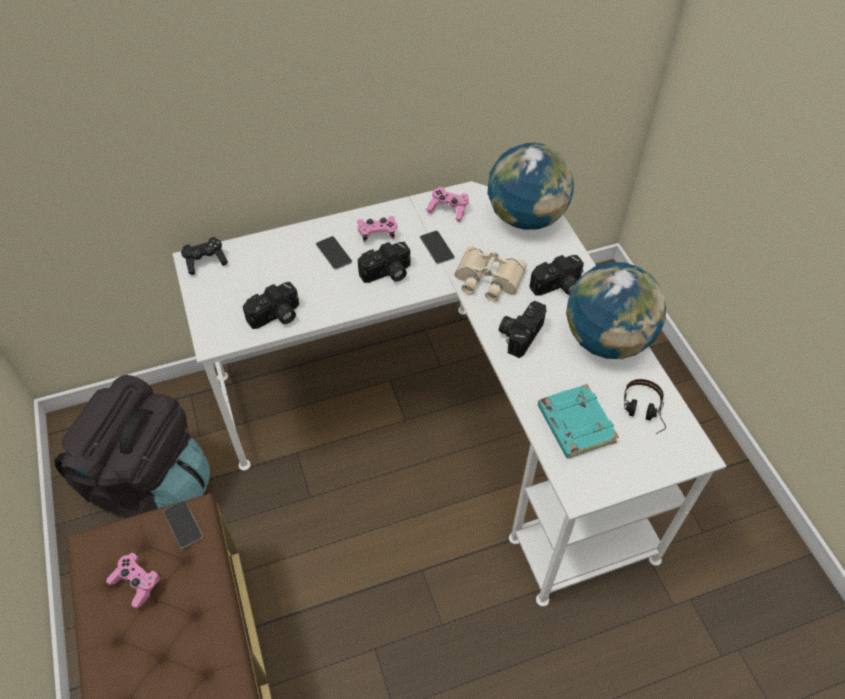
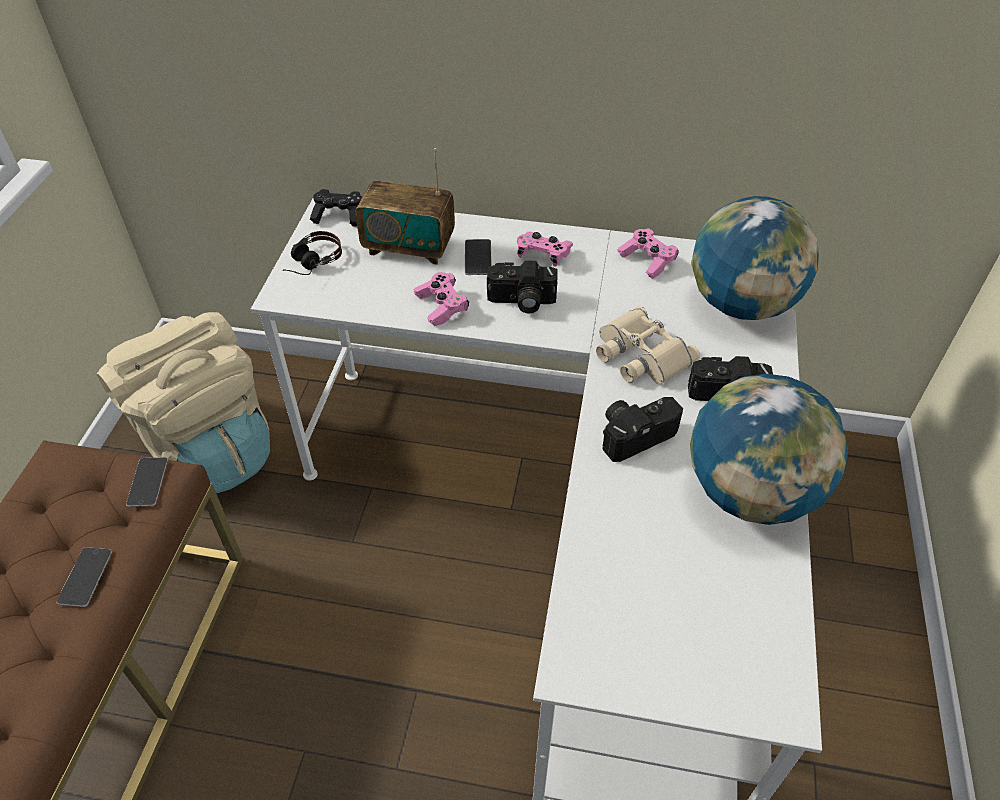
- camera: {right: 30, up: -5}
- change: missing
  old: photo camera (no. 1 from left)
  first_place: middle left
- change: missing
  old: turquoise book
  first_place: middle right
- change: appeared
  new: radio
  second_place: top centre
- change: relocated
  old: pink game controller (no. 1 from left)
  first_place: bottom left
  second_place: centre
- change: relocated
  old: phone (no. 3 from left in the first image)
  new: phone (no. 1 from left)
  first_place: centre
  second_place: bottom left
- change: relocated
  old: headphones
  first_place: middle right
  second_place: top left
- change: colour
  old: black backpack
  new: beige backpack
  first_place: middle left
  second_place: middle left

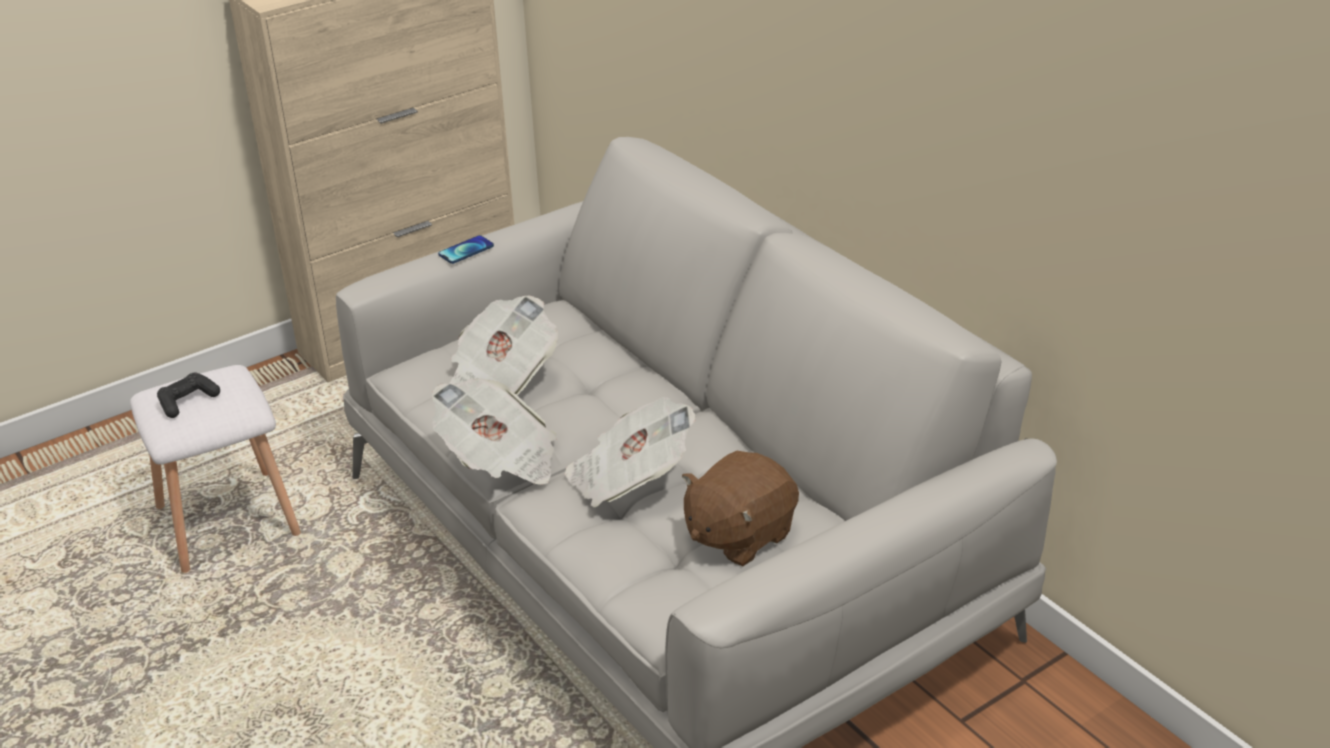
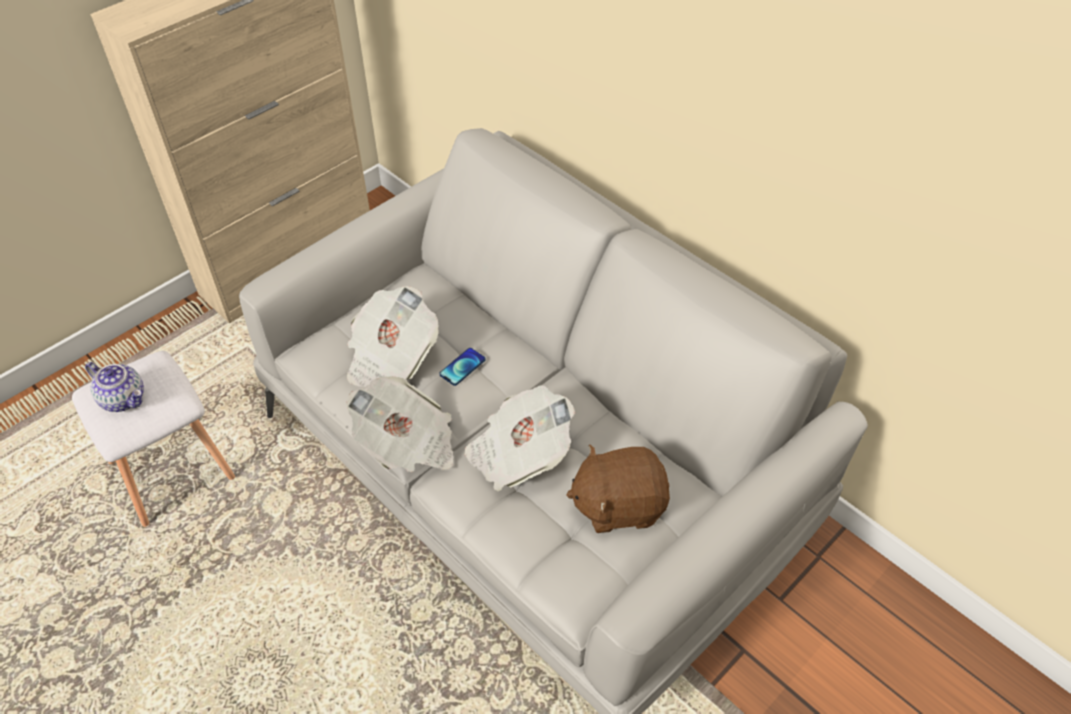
- camera: {right: -10, up: 15}
- change: relocated
  old: phone
  first_place: top centre
  second_place: centre
- change: exchanged
  old: black game controller
  new: teapot
  first_place: middle left
  second_place: middle left
- change: spun
  old: brown plush toy
  first_place: bottom centre
  second_place: bottom centre
  degrees: 45

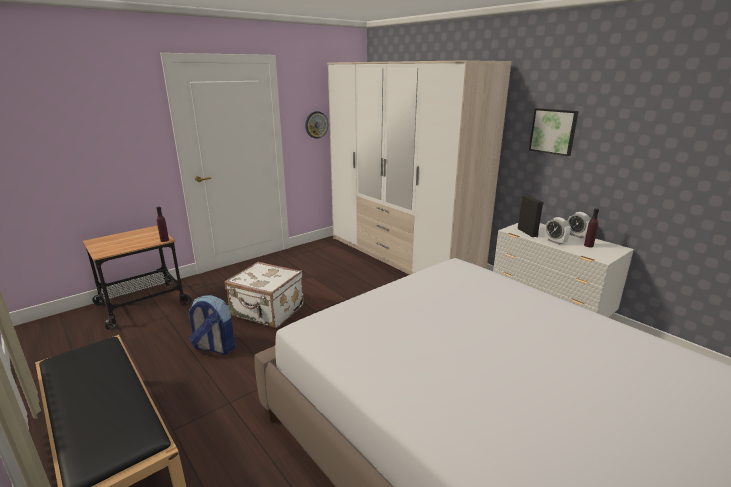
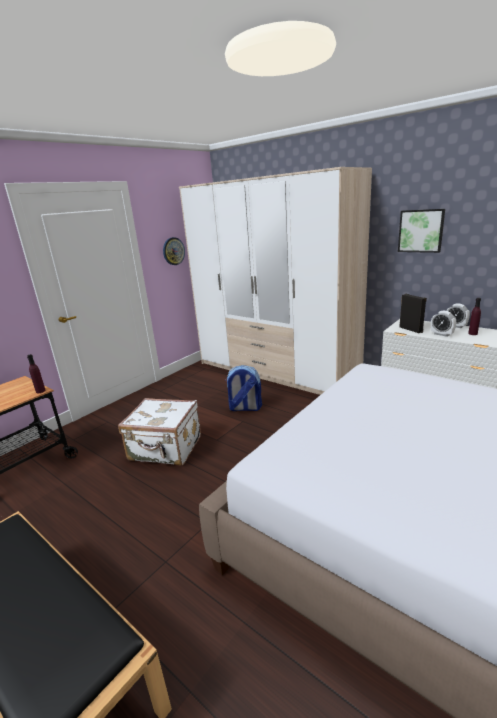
- camera: {right: -10, up: 0}
- change: relocated
  old: backpack
  first_place: bottom left
  second_place: centre

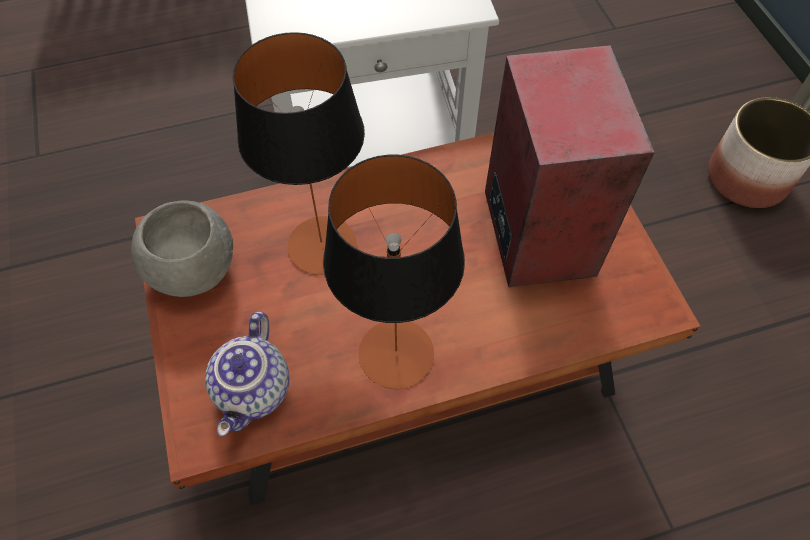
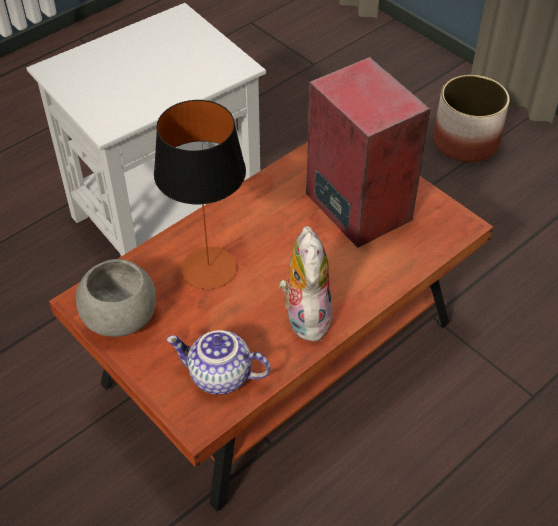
- camera: {right: -25, up: -10}
- change: exchanged
  old: table lamp (no. 2 from left)
  new: plush toy
  first_place: centre
  second_place: centre
- change: spun
  old: teapot
  first_place: bottom left
  second_place: bottom centre
  degrees: 120

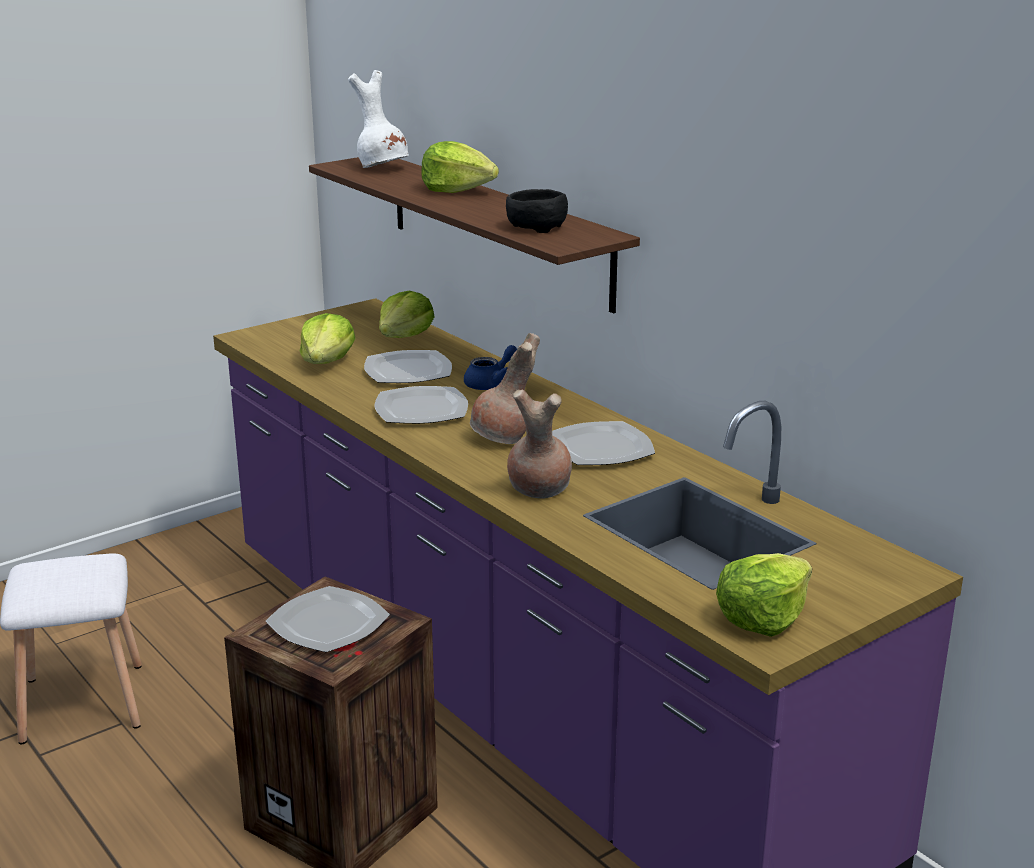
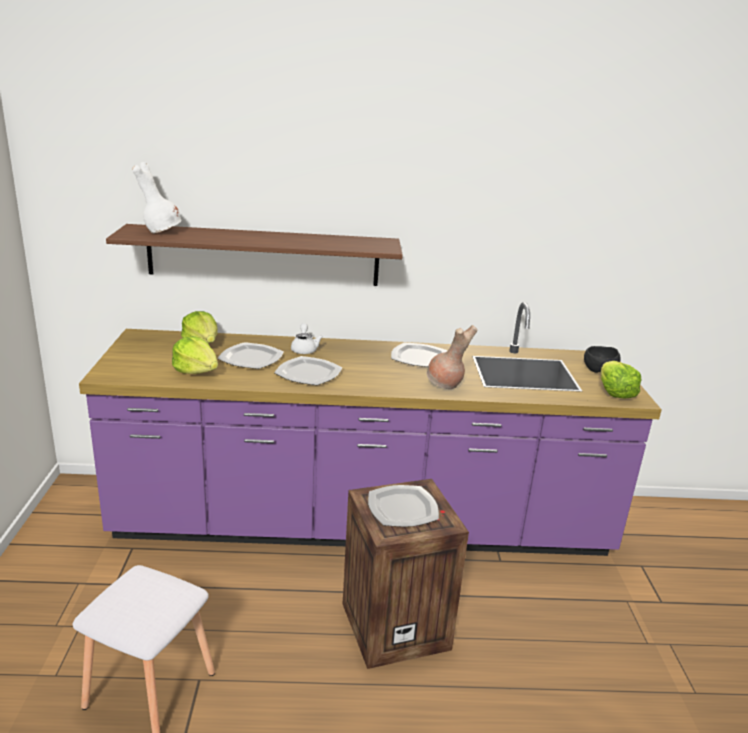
- camera: {right: -55, up: 0}
- change: missing
  old: lettuce (no. 3 from left)
  first_place: top centre
- change: missing
  old: brown vase (no. 1 from left)
  first_place: centre
- change: relocated
  old: black bowl
  first_place: top centre
  second_place: middle right
- change: colour
  old: blue teapot
  new: white teapot
  first_place: centre
  second_place: centre

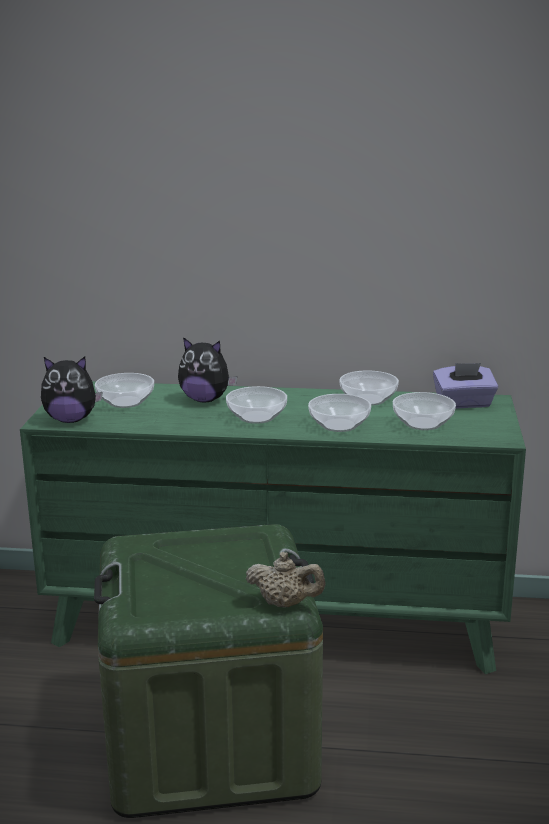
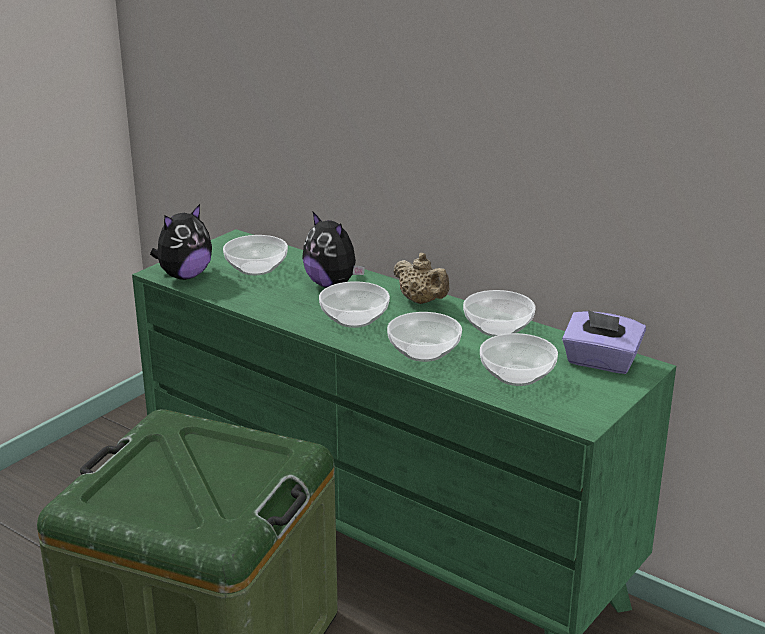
- camera: {right: 30, up: 5}
- change: relocated
  old: beige teapot
  first_place: bottom centre
  second_place: centre
- change: spun
  old: plush toy (no. 1 from left)
  first_place: middle left
  second_place: middle left
  degrees: -75

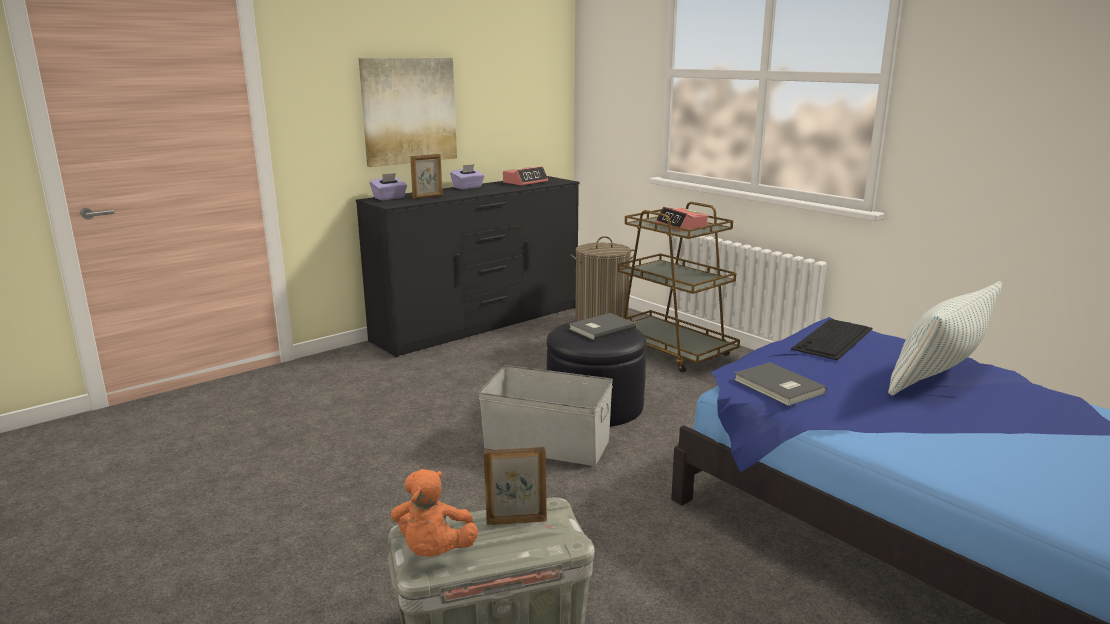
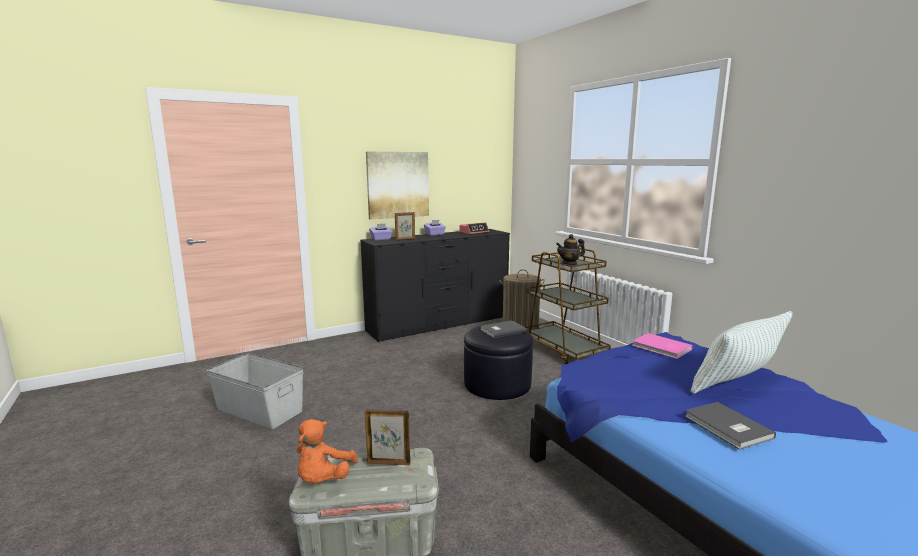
- camera: {right: 10, up: -5}
- change: relocated
  old: grey storage box (no. 2 from left in the first image)
  new: grey storage box (no. 1 from left)
  first_place: centre
  second_place: bottom left
- change: relocated
  old: grey book (no. 2 from left)
  first_place: middle right
  second_place: bottom right
- change: exchanged
  old: alarm clock (no. 2 from left)
  new: teapot
  first_place: centre
  second_place: centre
- change: exchanged
  old: keyboard
  new: pink book
  first_place: middle right
  second_place: middle right

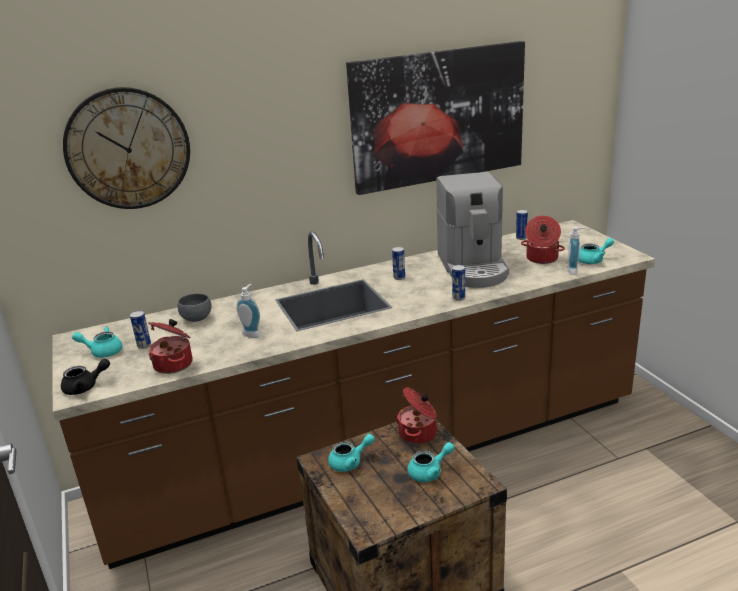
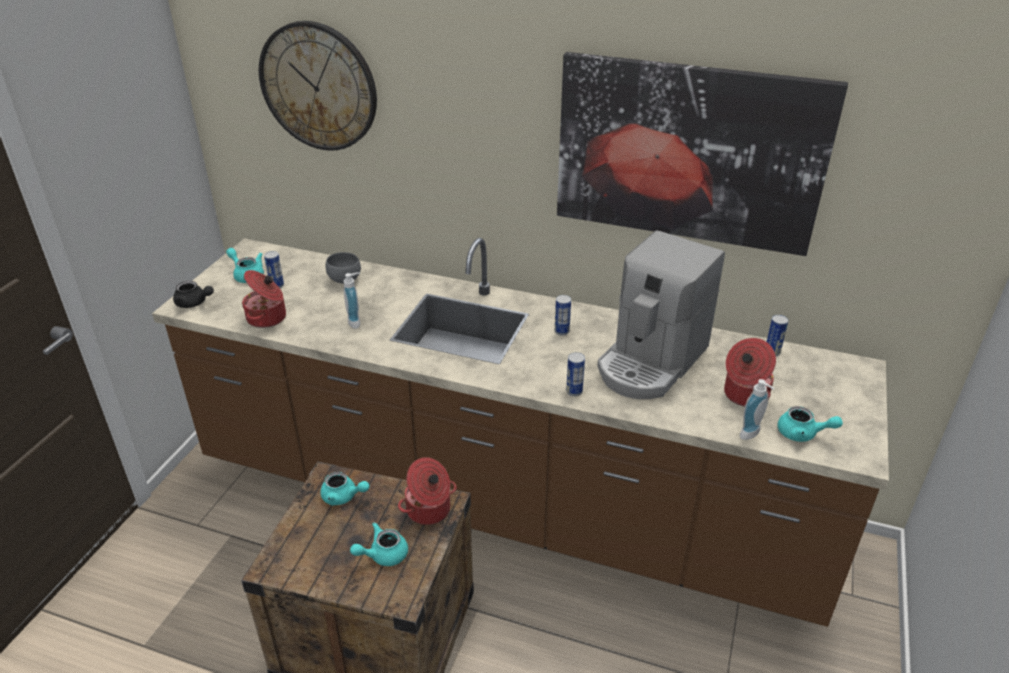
- camera: {right: 40, up: 10}
- change: spun
  old: turquoise teapot (no. 3 from left)
  first_place: bottom centre
  second_place: bottom centre
  degrees: 135

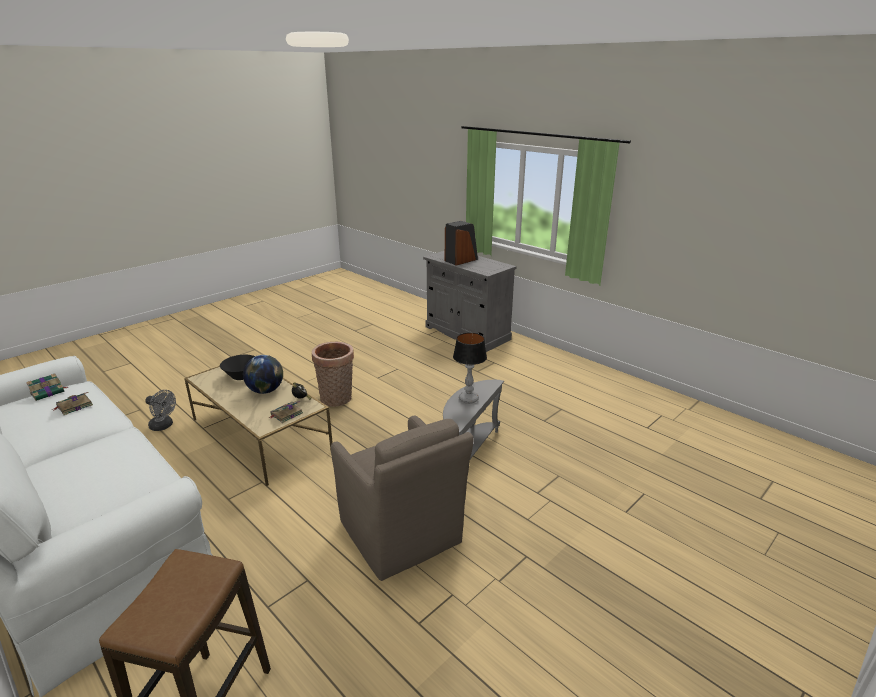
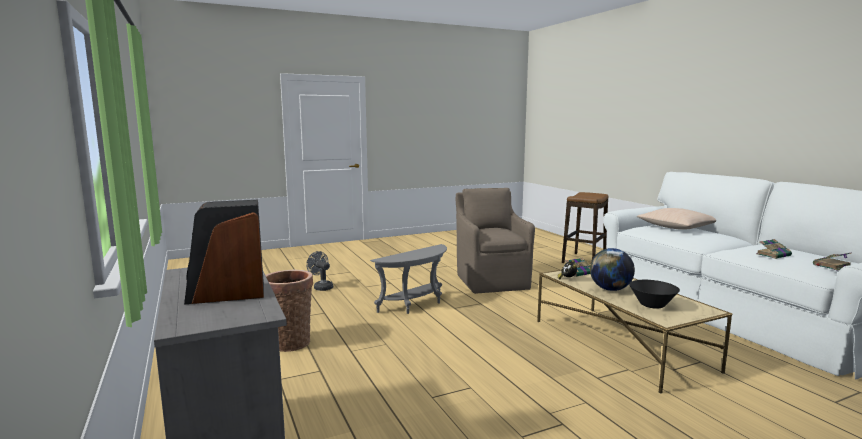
- camera: {right: -160, up: -15}
- change: missing
  old: table lamp
  first_place: centre
- change: appeared
  new: beige pillow
  second_place: middle right
- change: relocated
  old: grey fan
  first_place: middle left
  second_place: centre
- change: relocated
  old: basket
  first_place: centre
  second_place: bottom centre

